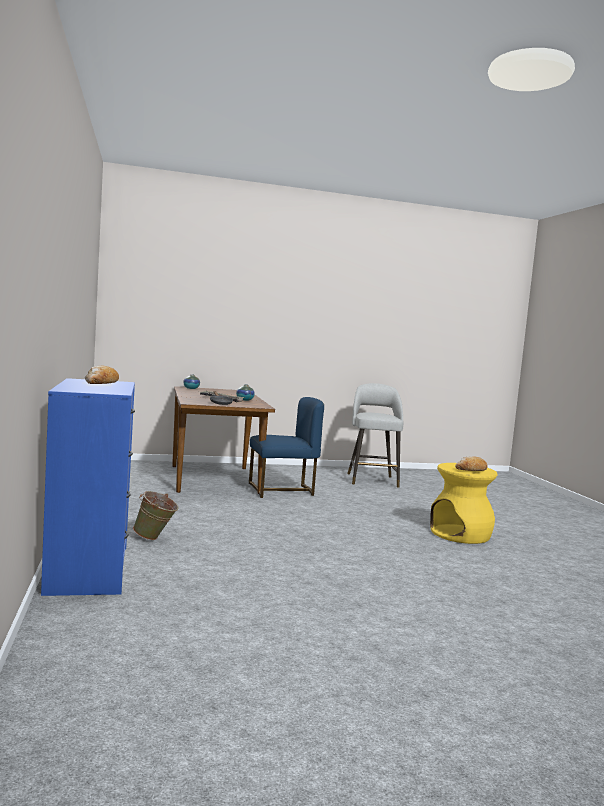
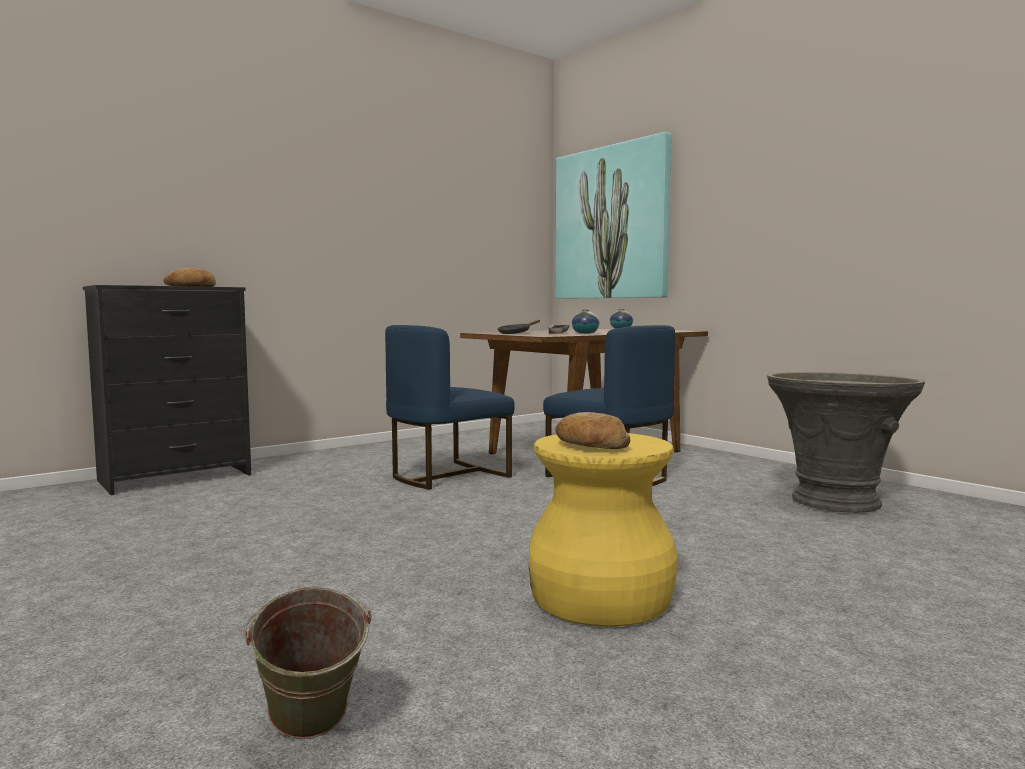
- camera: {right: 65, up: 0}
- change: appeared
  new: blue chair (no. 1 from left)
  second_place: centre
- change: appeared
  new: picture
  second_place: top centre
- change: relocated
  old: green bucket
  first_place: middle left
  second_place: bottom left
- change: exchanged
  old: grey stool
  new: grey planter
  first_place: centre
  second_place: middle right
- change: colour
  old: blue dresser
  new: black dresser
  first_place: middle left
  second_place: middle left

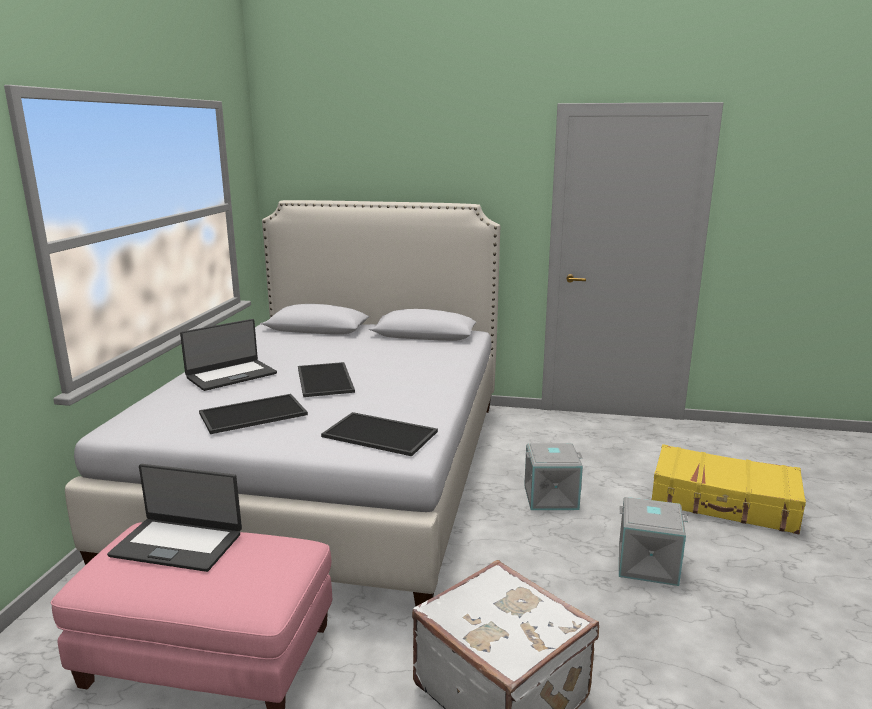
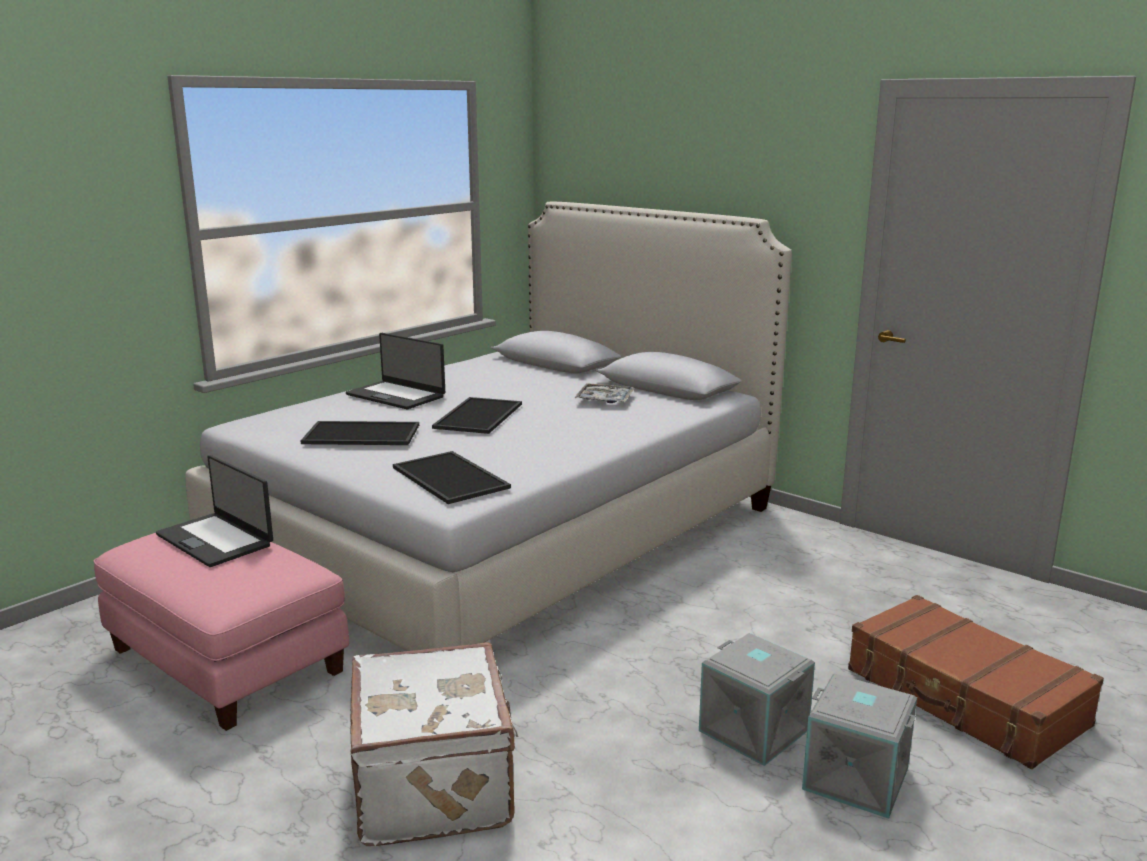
- camera: {right: 30, up: 0}
- change: appeared
  new: tray (no. 4 from left)
  second_place: centre
- change: relocated
  old: grey storage box (no. 1 from left in the first image)
  new: grey storage box (no. 2 from left)
  first_place: bottom centre
  second_place: bottom right
- change: colour
  old: yellow suitcase
  new: brown suitcase
  first_place: bottom right
  second_place: bottom right
- change: spun
  old: laptop (no. 2 from left)
  first_place: middle left
  second_place: centre
  degrees: 45

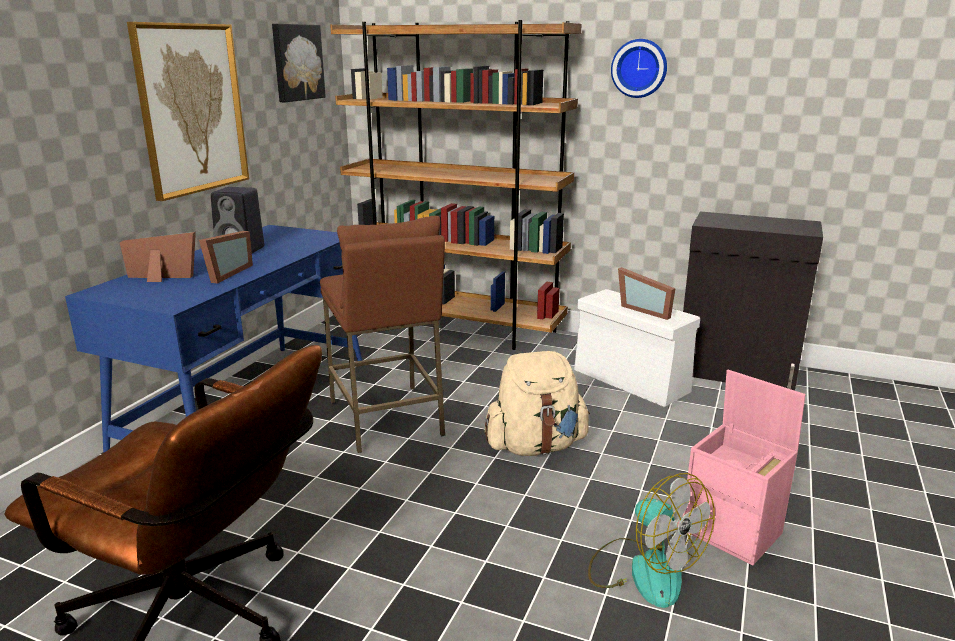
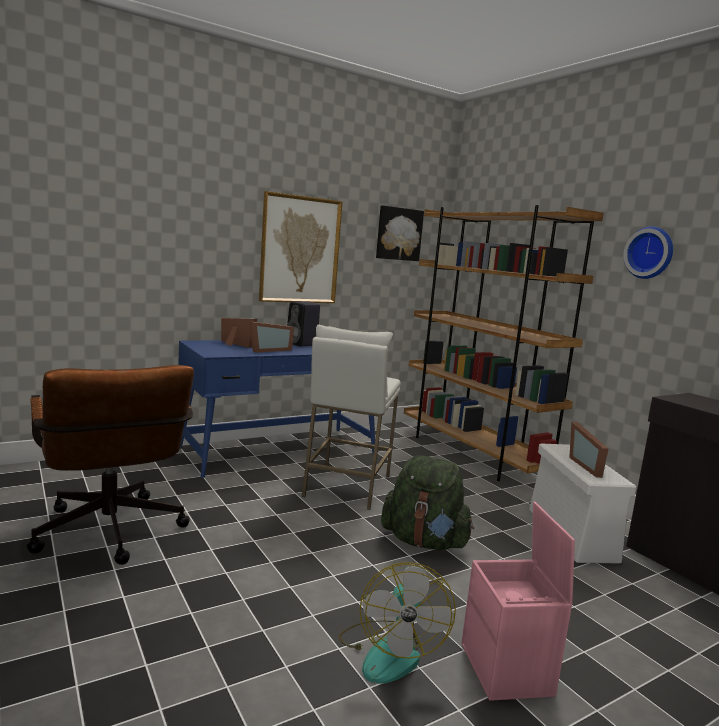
- camera: {right: 35, up: -10}
- change: colour
  old: brown stool
  new: white stool
  first_place: centre
  second_place: centre
- change: colour
  old: beige backpack
  new: green backpack
  first_place: centre
  second_place: bottom centre

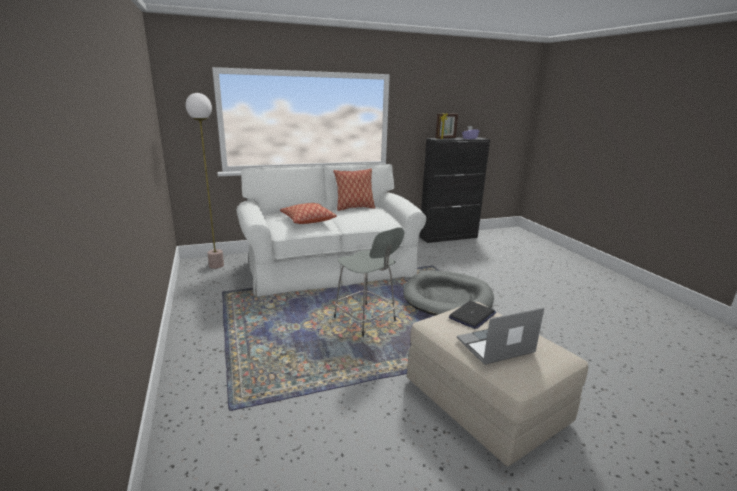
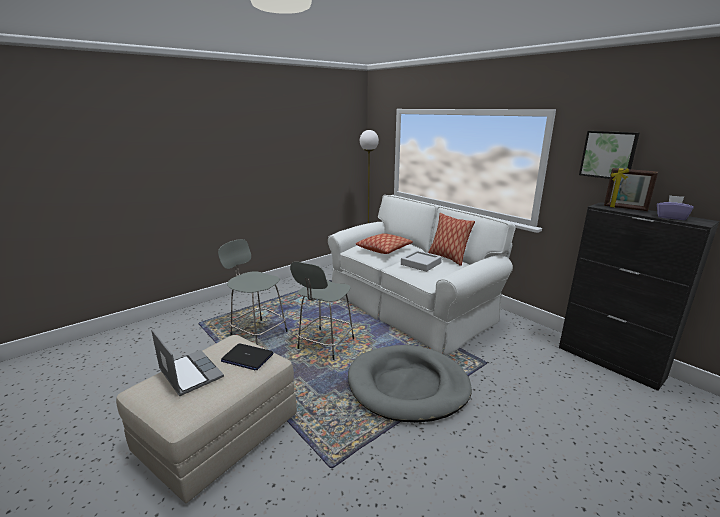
- camera: {right: 70, up: 0}
- change: appeared
  new: grey stool (no. 1 from left)
  second_place: centre
- change: appeared
  new: grey tray
  second_place: centre
- change: appeared
  new: picture
  second_place: top right

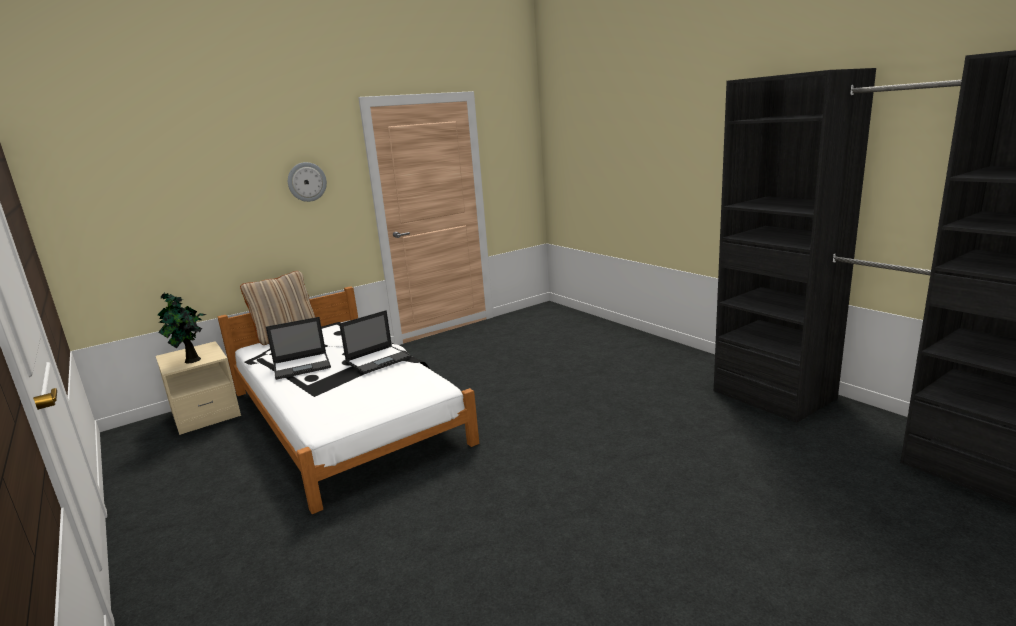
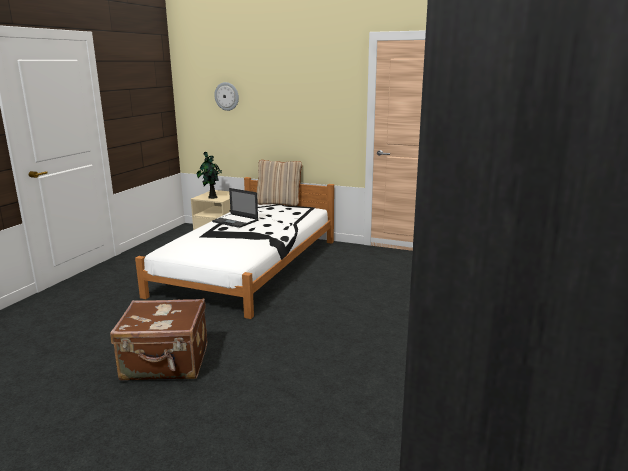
- camera: {right: 55, up: 0}
- change: missing
  old: laptop (no. 2 from left)
  first_place: centre
- change: appeared
  new: brown suitcase
  second_place: bottom left
- change: relocated
  old: wall clock
  first_place: top left
  second_place: top centre

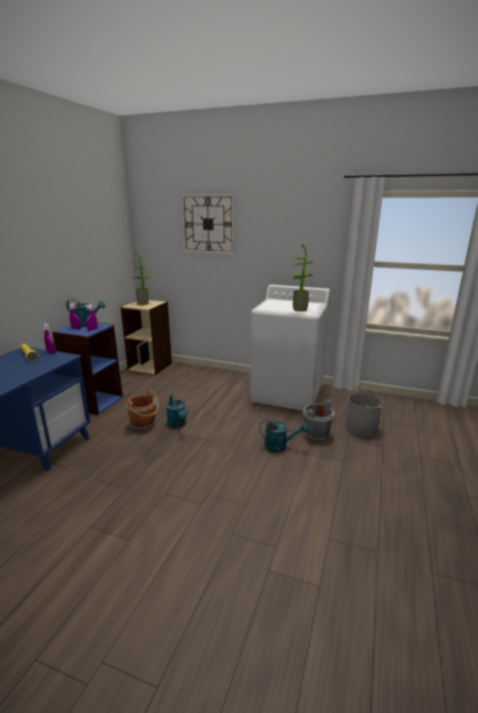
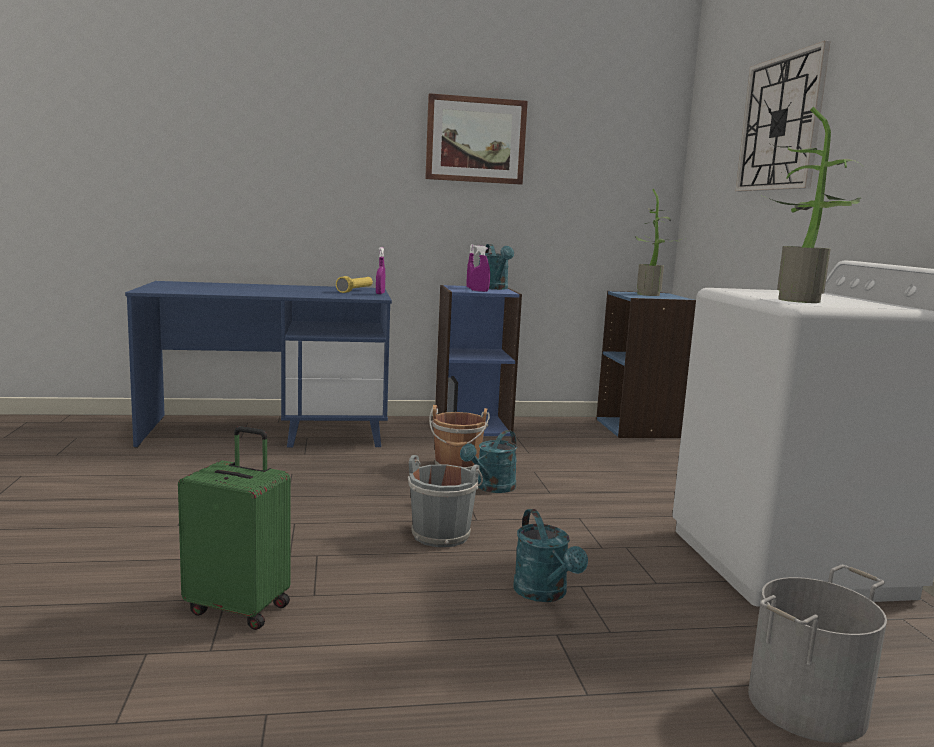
- camera: {right: 60, up: -10}
- change: appeared
  new: green suitcase
  second_place: bottom left
- change: appeared
  new: picture
  second_place: top centre
- change: relocated
  old: grey bucket (no. 1 from left)
  first_place: centre
  second_place: bottom centre
- change: colour
  old: beige bookcase
  new: blue bookcase (no. 2 from left)
  first_place: middle left
  second_place: middle right

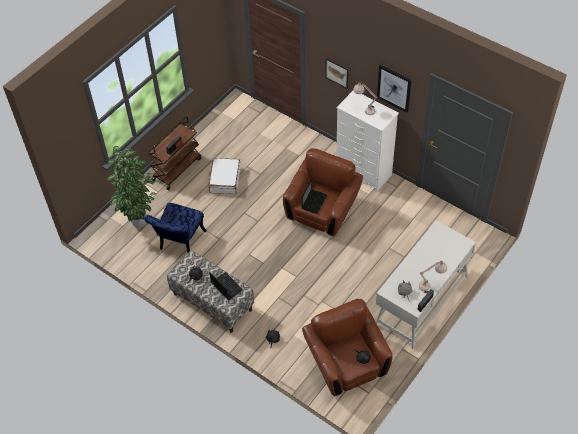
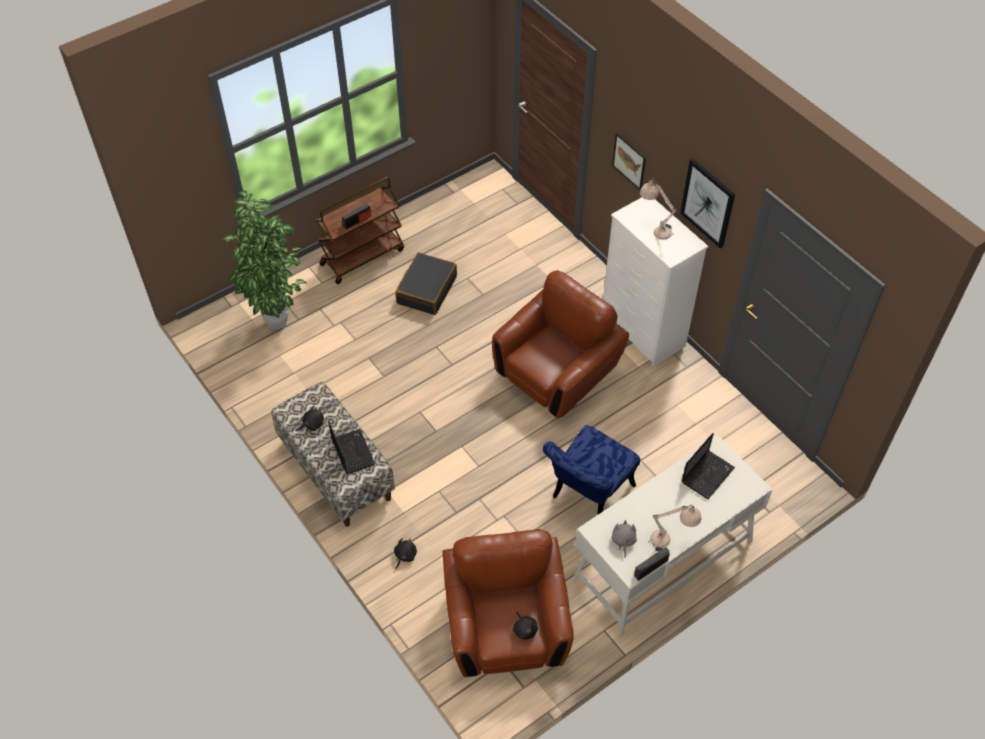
- camera: {right: 15, up: 0}
- change: relocated
  old: blue chair
  first_place: middle left
  second_place: centre
- change: relocated
  old: laptop (no. 2 from left)
  first_place: centre
  second_place: middle right
- change: colour
  old: white suitcase
  new: black suitcase
  first_place: centre
  second_place: centre

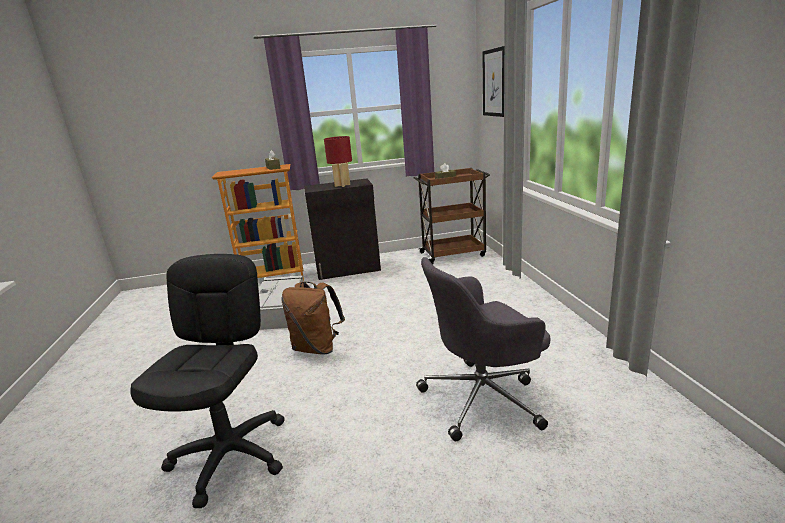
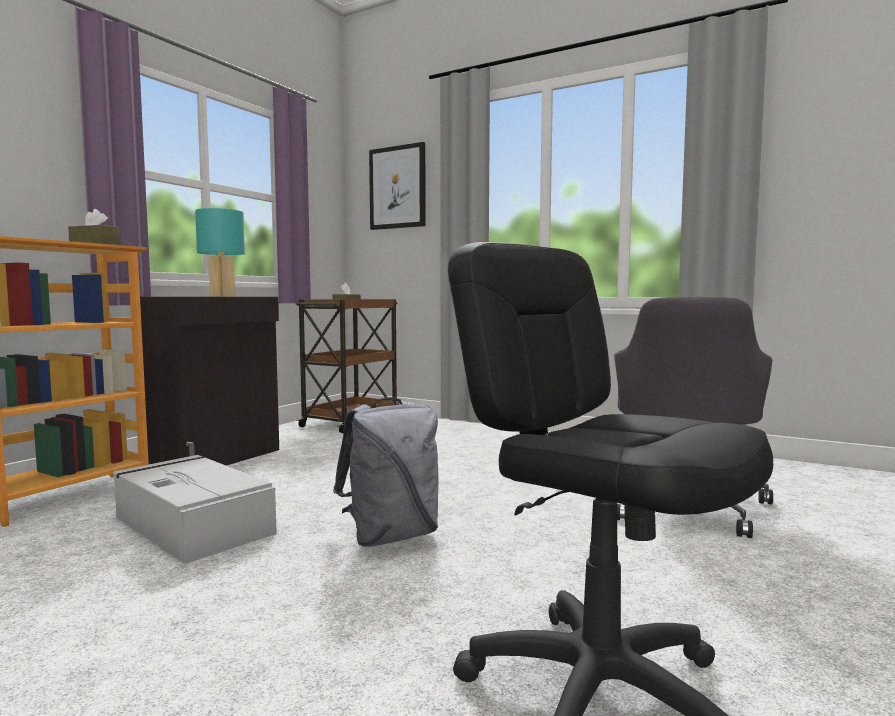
- camera: {right: -50, up: -15}
- change: colour
  old: brown backpack
  new: grey backpack
  first_place: centre
  second_place: centre
- change: colour
  old: red table lamp
  new: turquoise table lamp
  first_place: top centre
  second_place: middle left

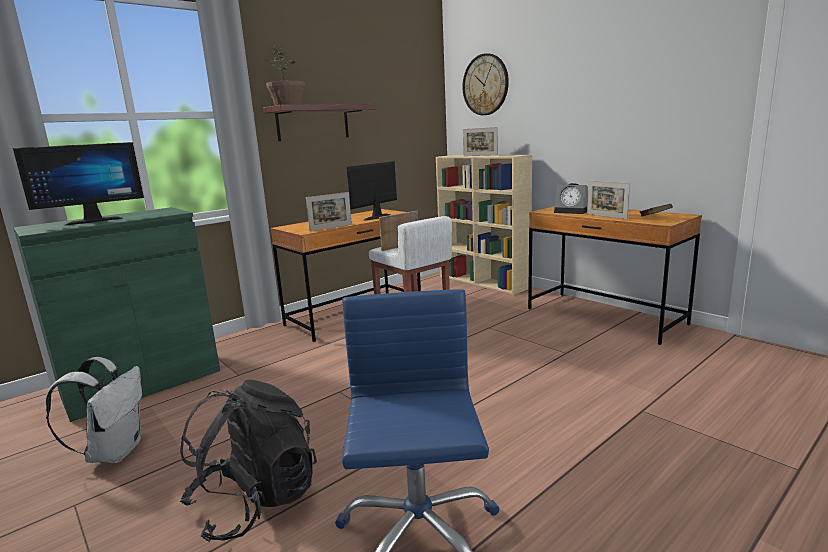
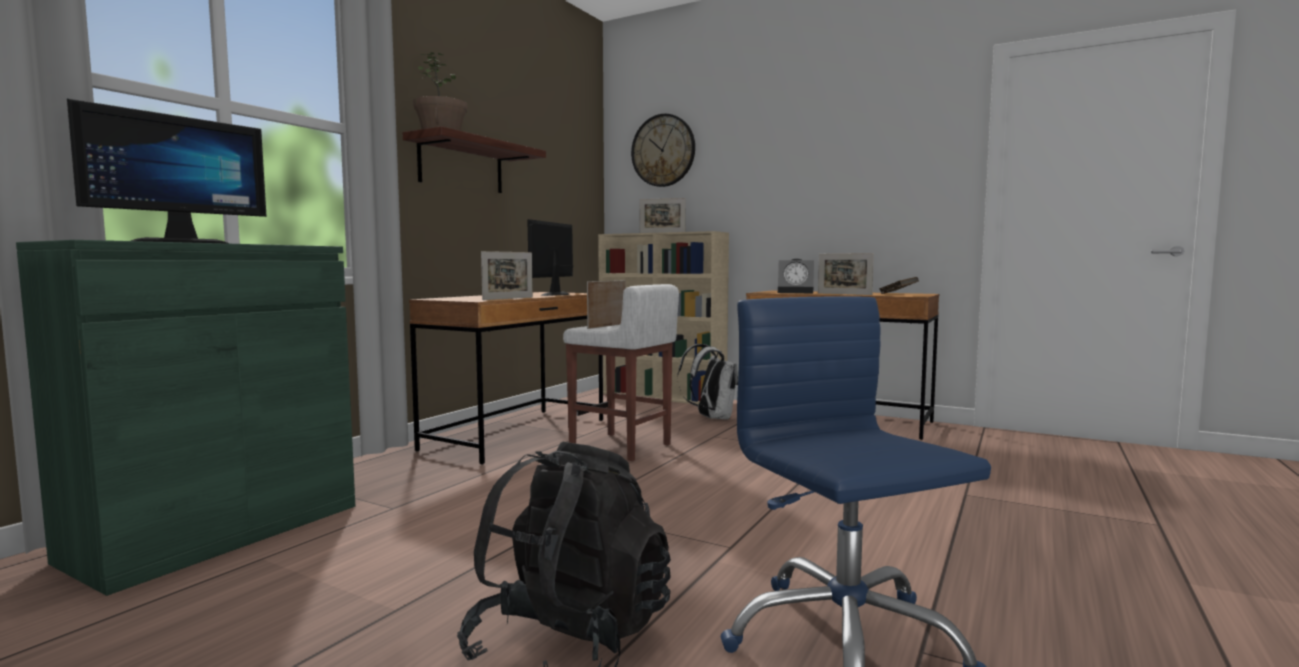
- camera: {right: -20, up: -10}
- change: relocated
  old: white backpack
  first_place: bottom left
  second_place: centre

